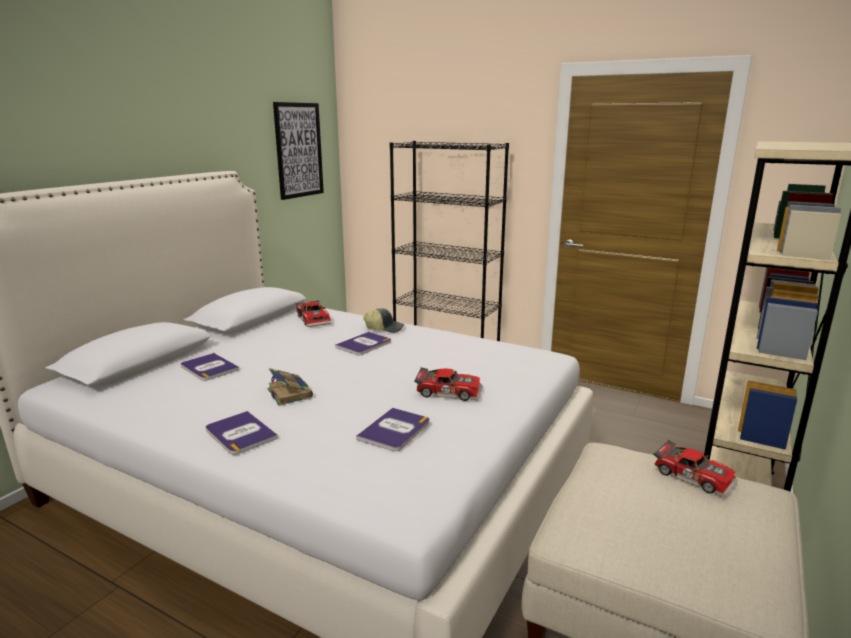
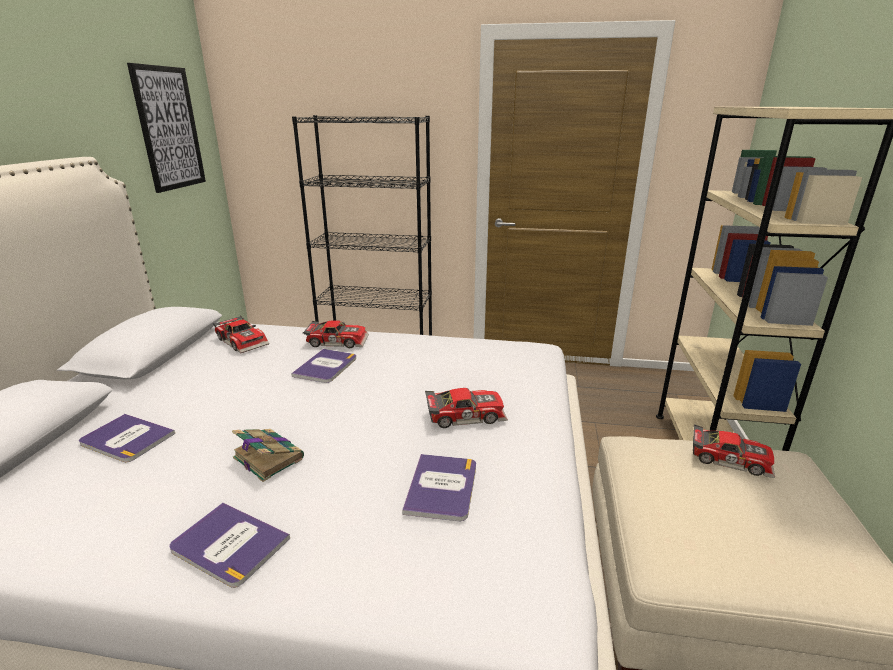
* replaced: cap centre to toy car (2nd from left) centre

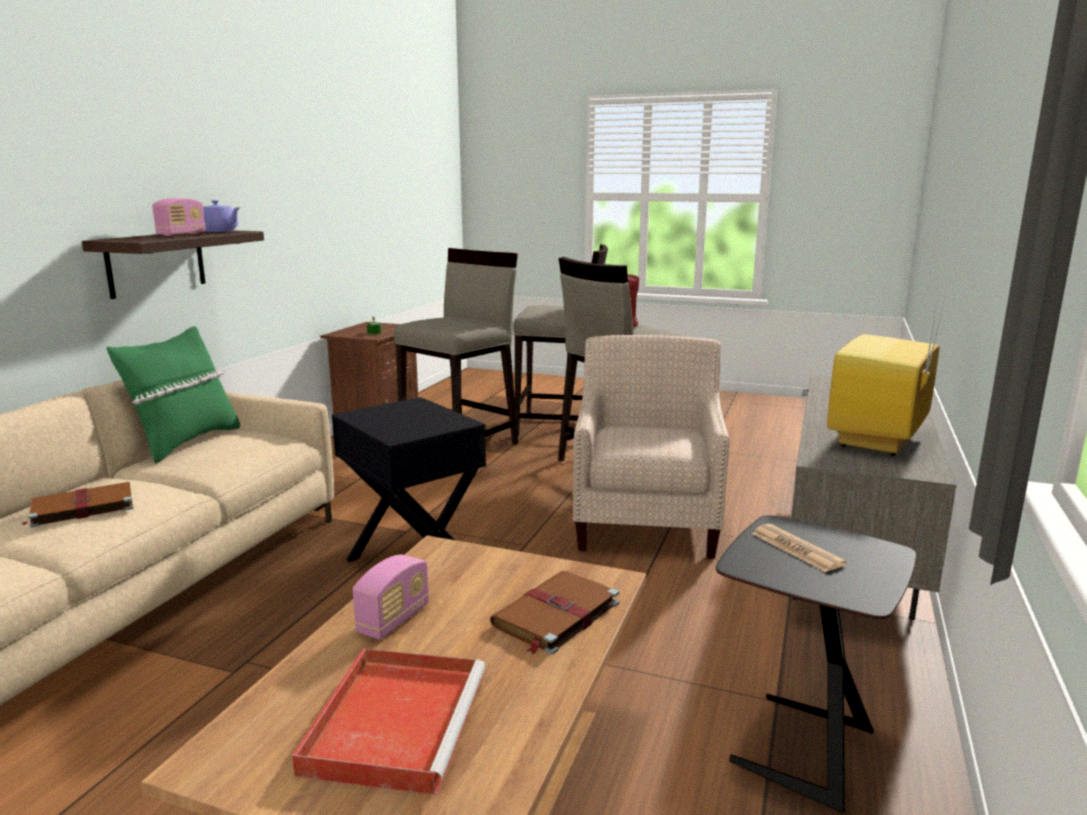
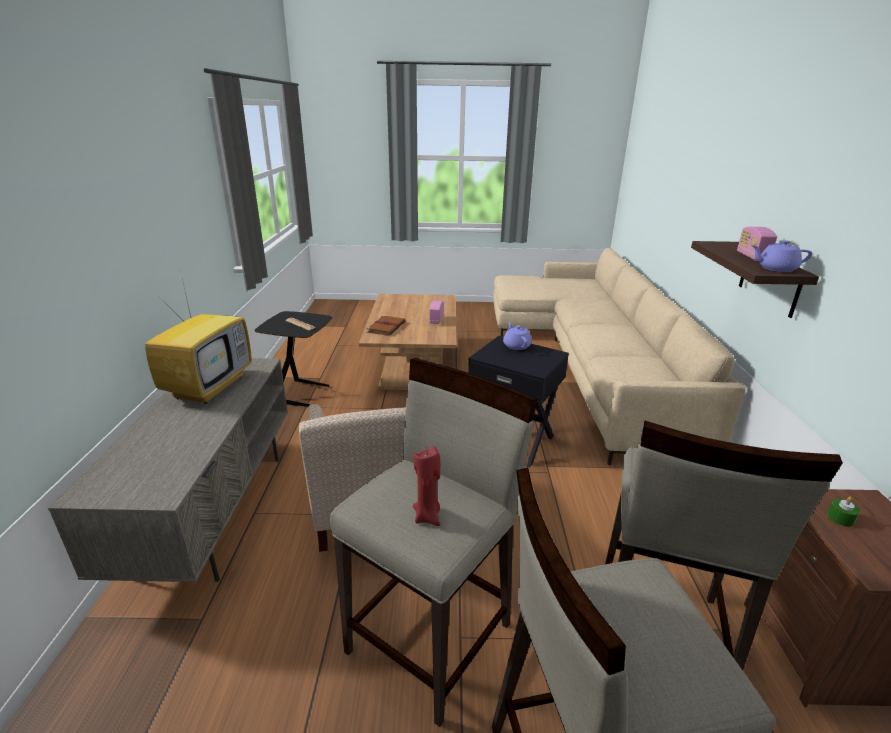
* added: teapot (purple) (1st from left) centre
* removed: book (brown) (1st from left) middle left
* removed: pillow (green) middle left
* removed: tray (red) bottom centre

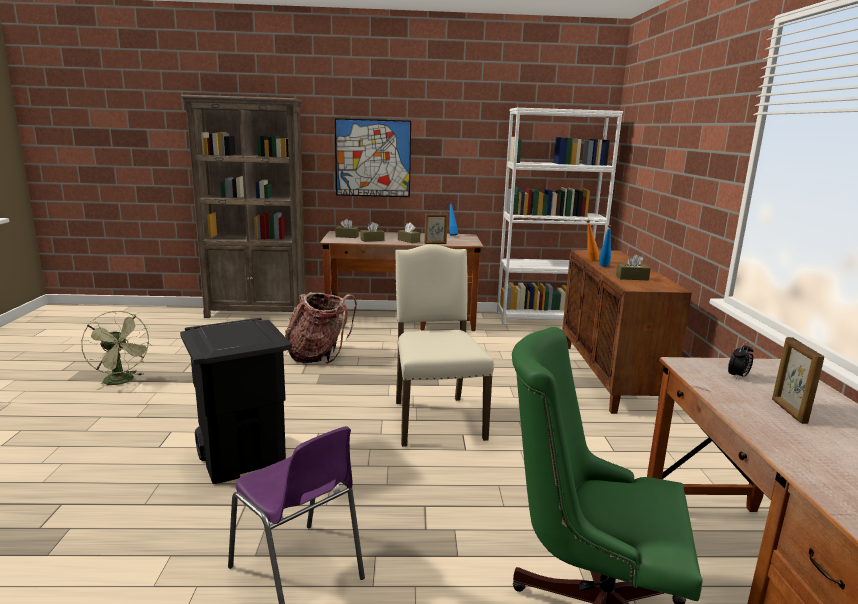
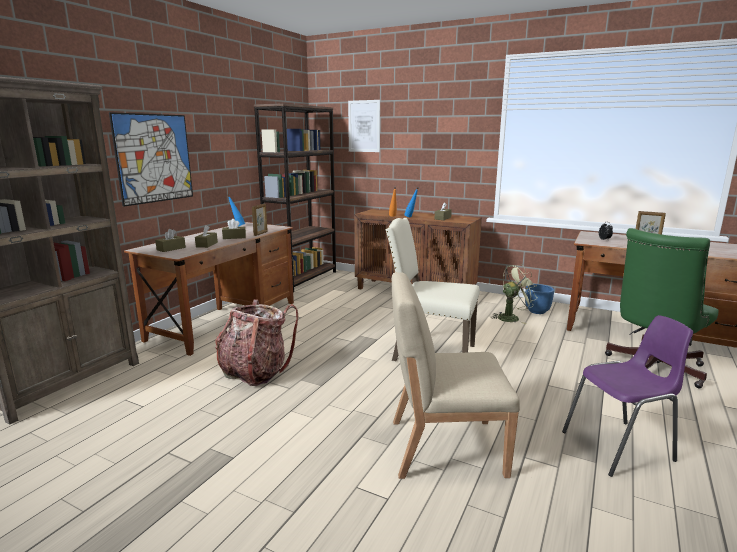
* recoloured: bookcase (white) centre to bookcase (brown) (2nd from left) centre
* added: picture (2nd from left) top centre
* replaced: trash can (black) middle left to chair (beige) (2nd from left) bottom centre
* moved: fan (green) middle left to middle right
* added: planter (blue) middle right

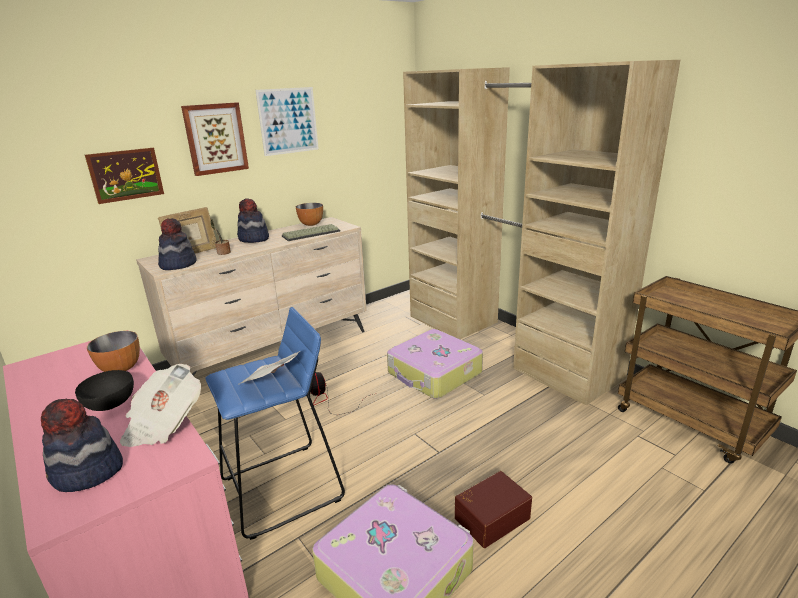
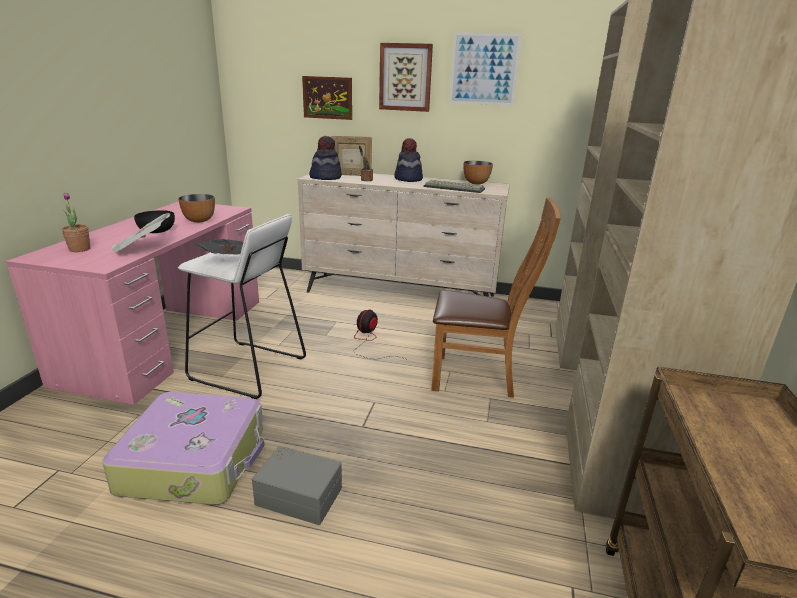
* replaced: hat (1st from left) bottom left to potted plant (1st from left) middle left
* recoloured: stool (blue) bottom centre to stool (white) middle left
* recoloured: storage box (brown) bottom centre to storage box (grey) bottom centre
* replaced: suitcase (2nd from left) centre to chair (brown) centre

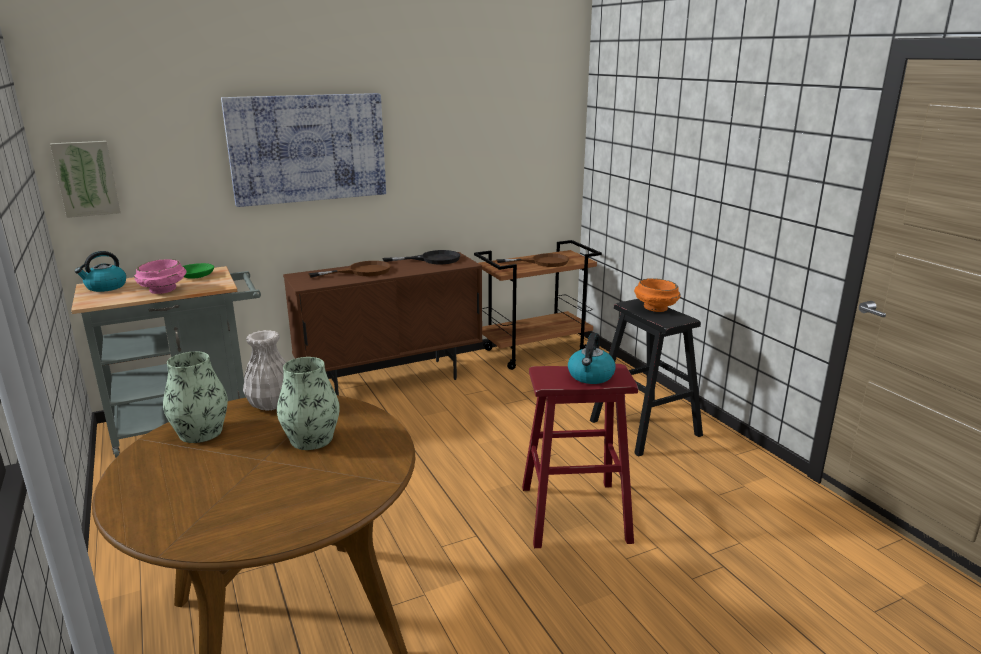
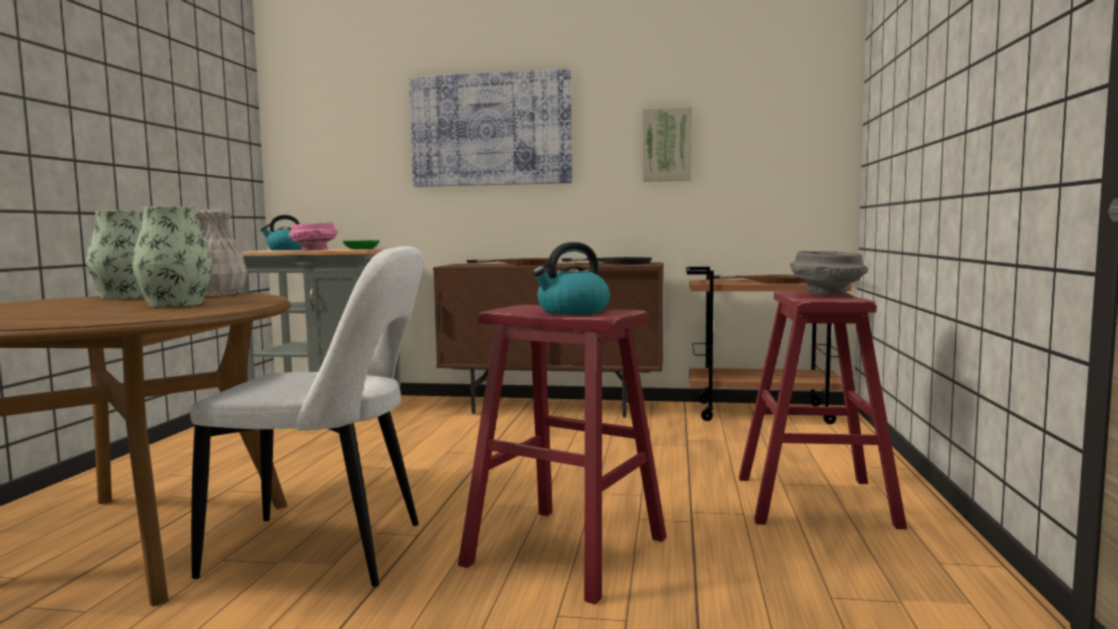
* added: chair (white) middle left
* moved: picture (1st from left in the first image) top left to picture (2nd from left) top centre
* recoloured: stool (black) centre to stool (red) (2nd from left) middle right
* recoloured: bowl (orange) middle right to bowl (grey) middle right

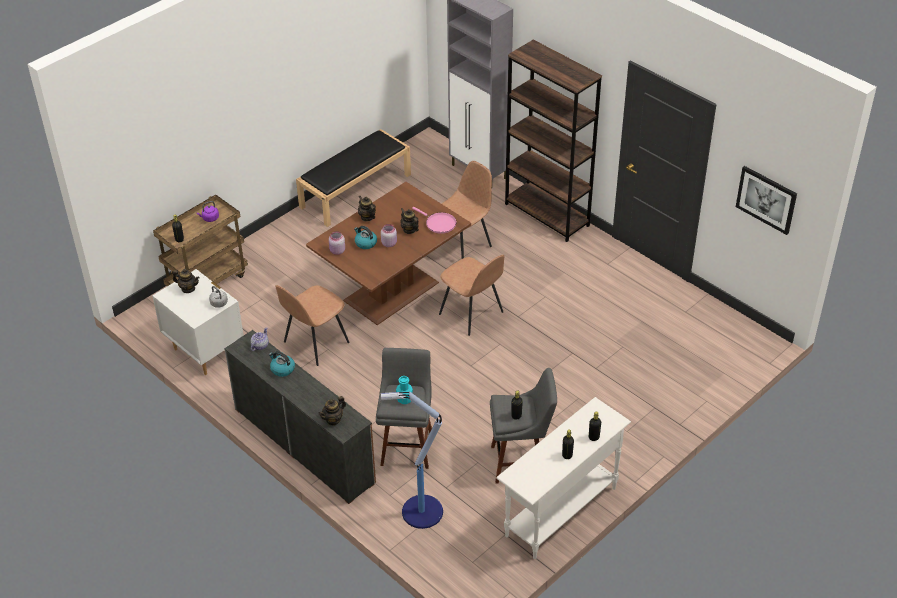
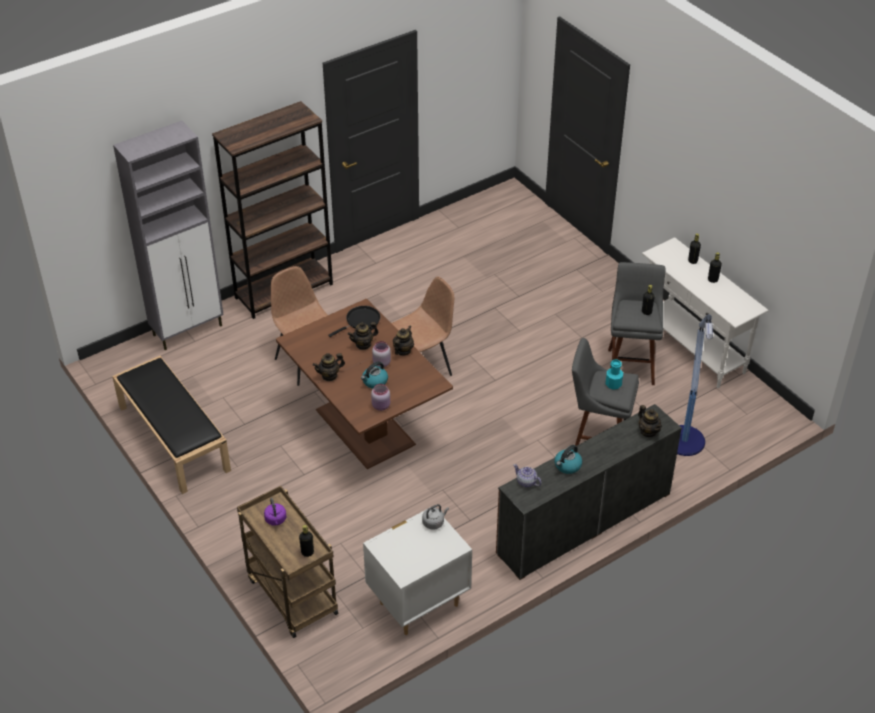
* recoloured: frying pan (pink) centre to frying pan (black) centre
* moved: teapot (1st from left in the first image) middle left to teapot (3rd from left) centre
* removed: chair (brown) (1st from left) centre
* removed: picture middle right

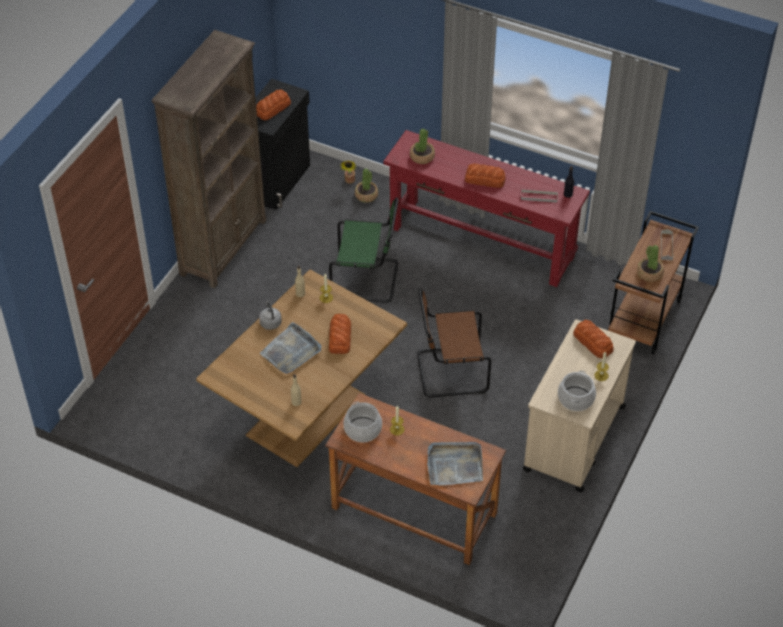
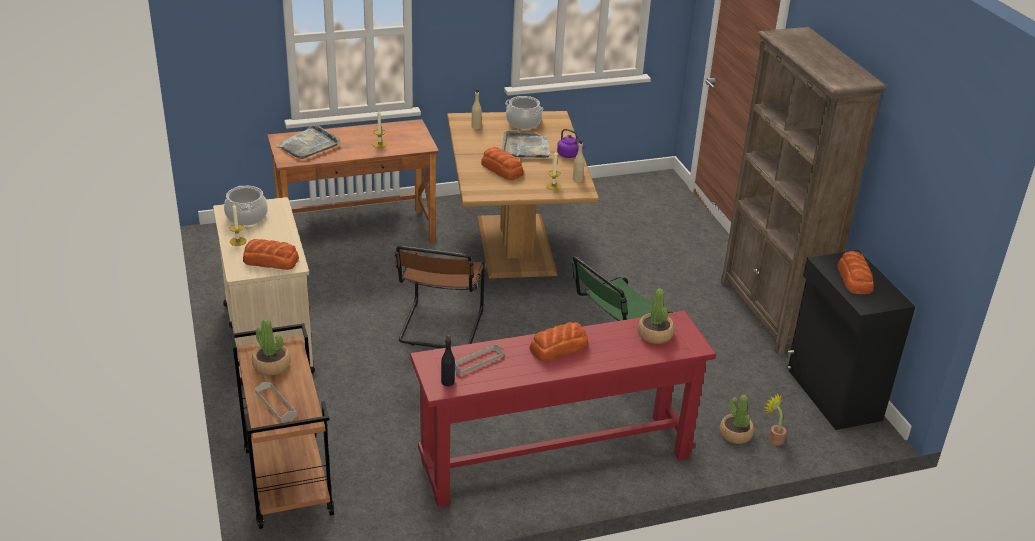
* turned: chair (brown) centre = centre 150 degrees clockwise
* moved: cooking pot (1st from left in the first image) bottom centre to cooking pot (2nd from left) top centre
* recoloured: kettle (grey) centre to kettle (purple) top centre

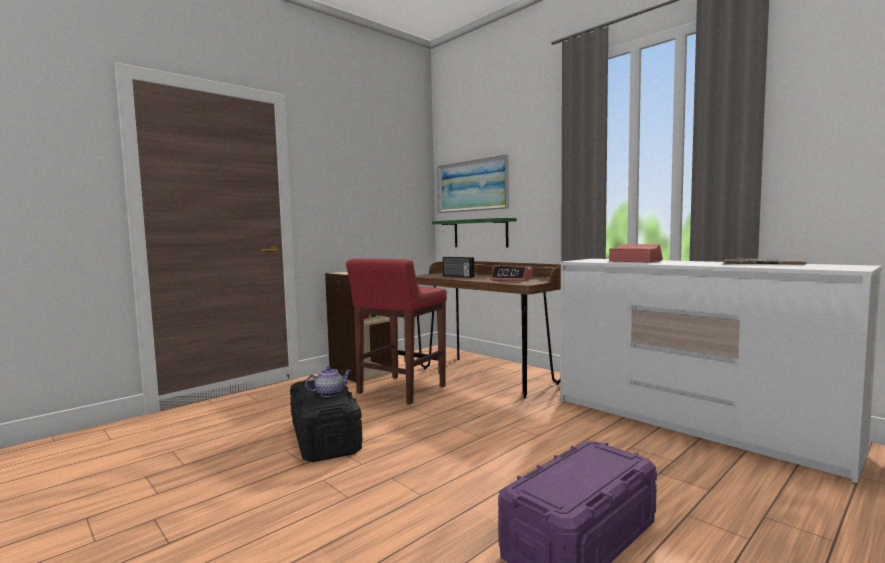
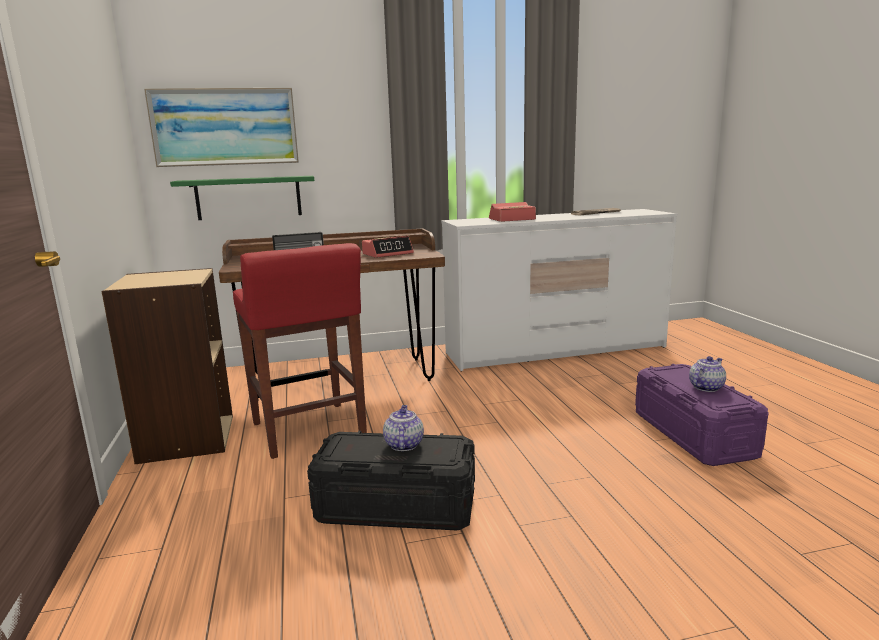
* added: teapot (2nd from left) middle right

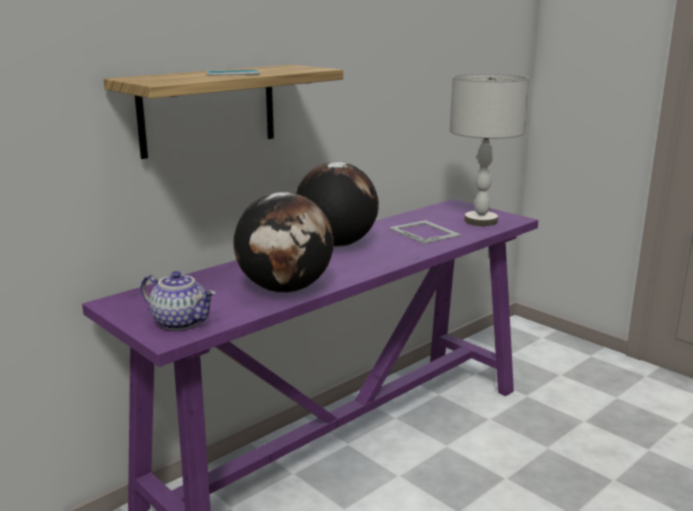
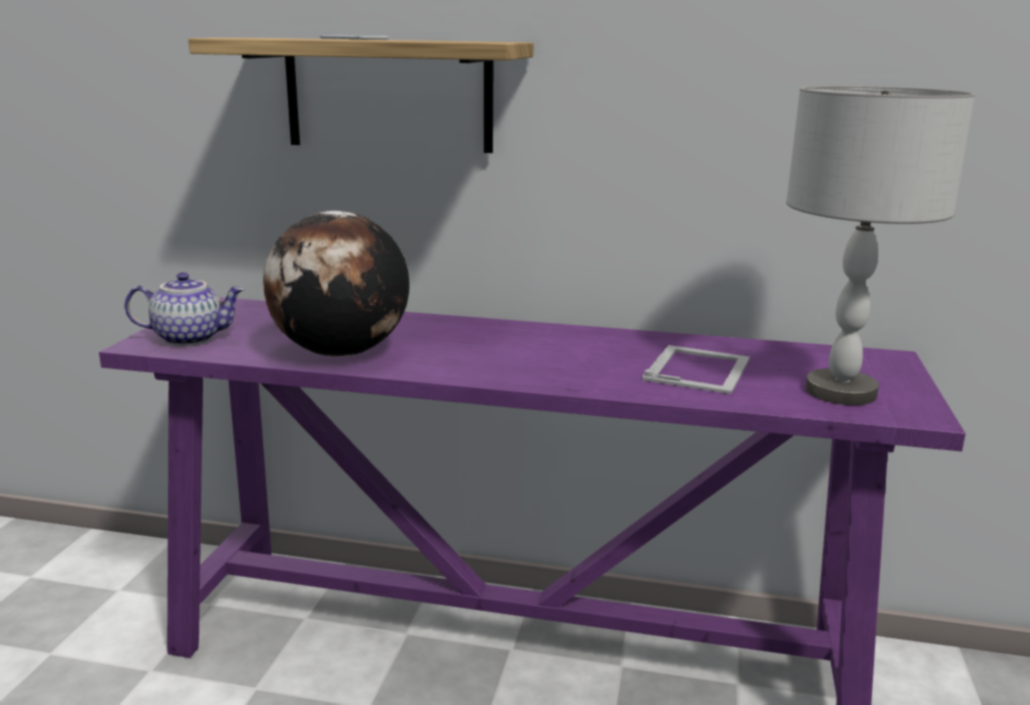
* turned: teapot middle left = middle left 90 degrees counterclockwise
* removed: globe (2nd from left) centre

